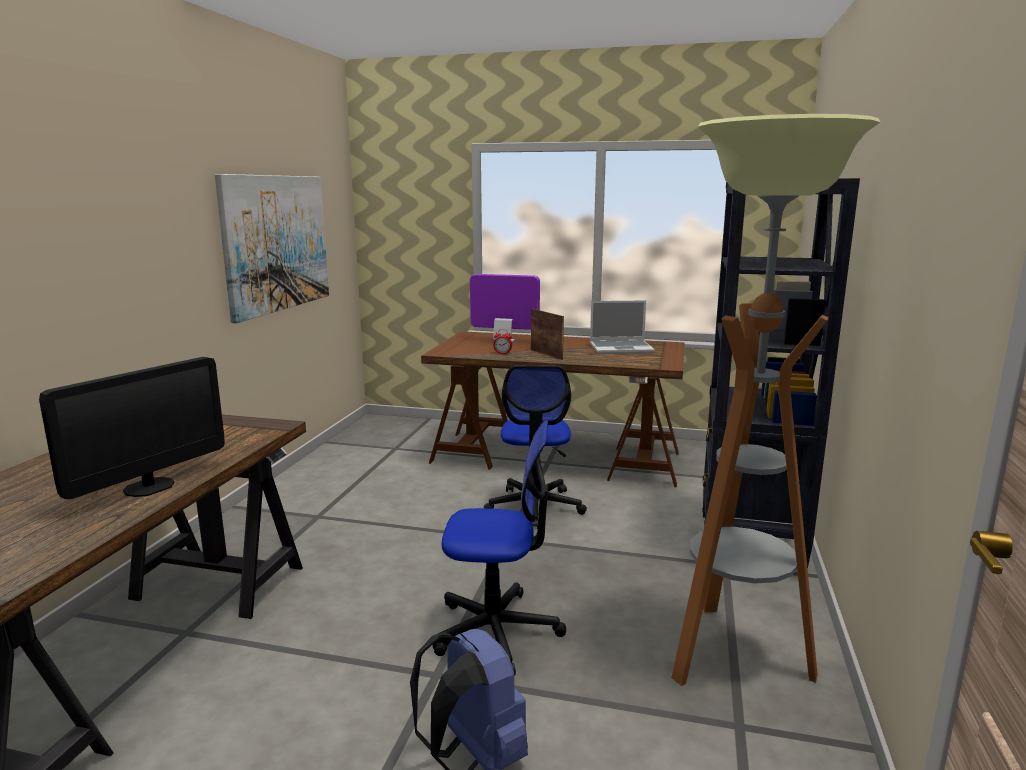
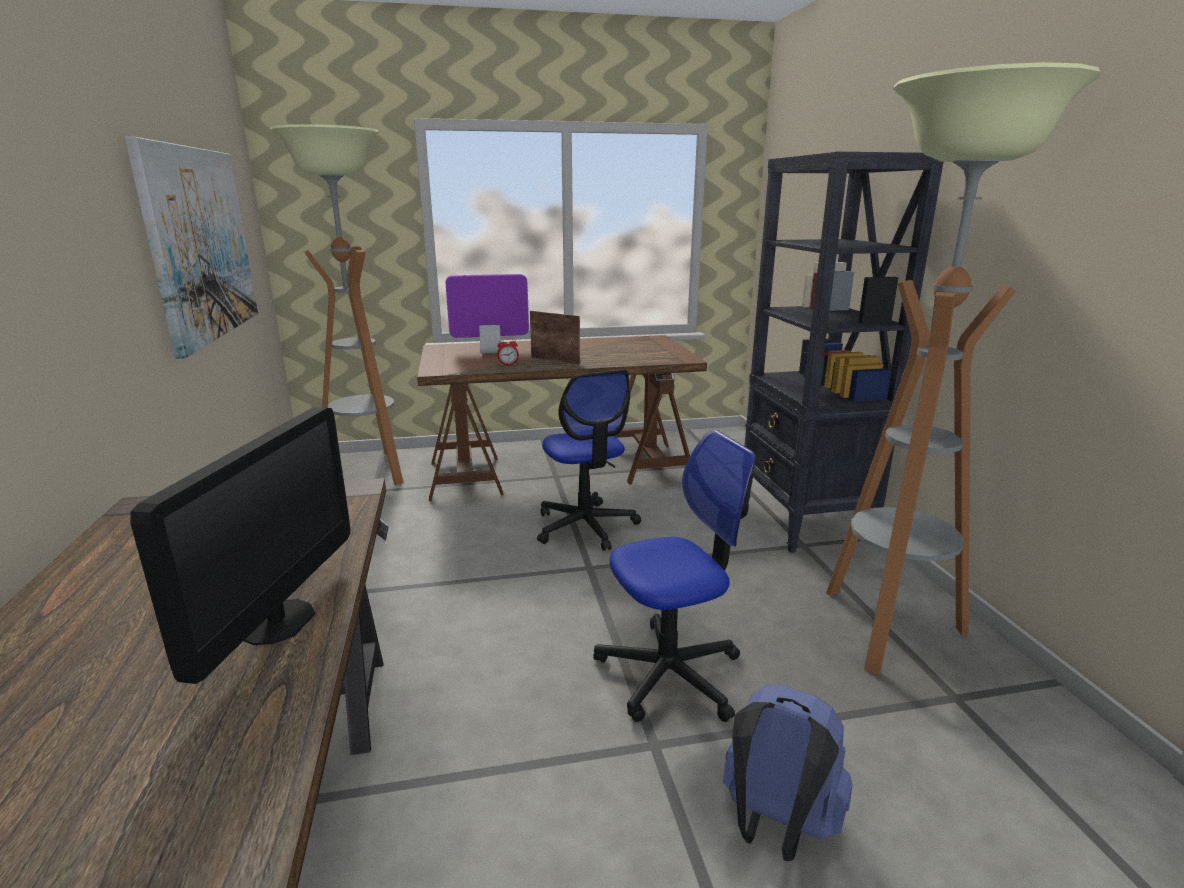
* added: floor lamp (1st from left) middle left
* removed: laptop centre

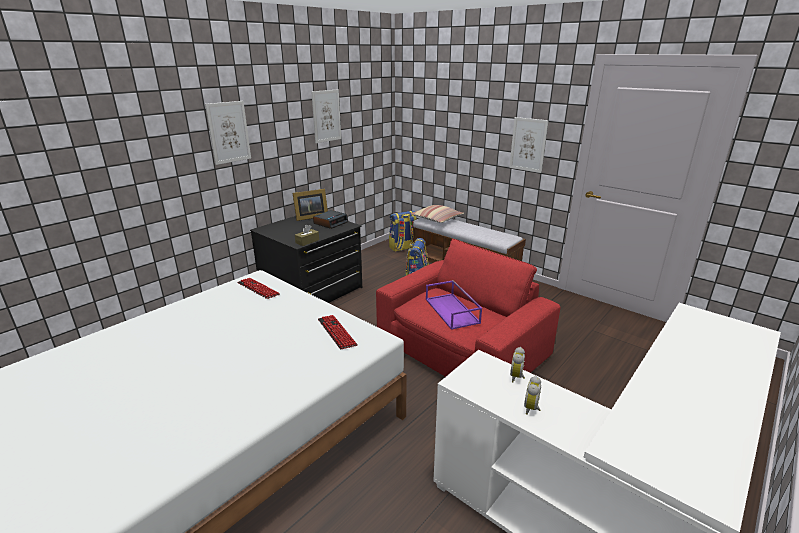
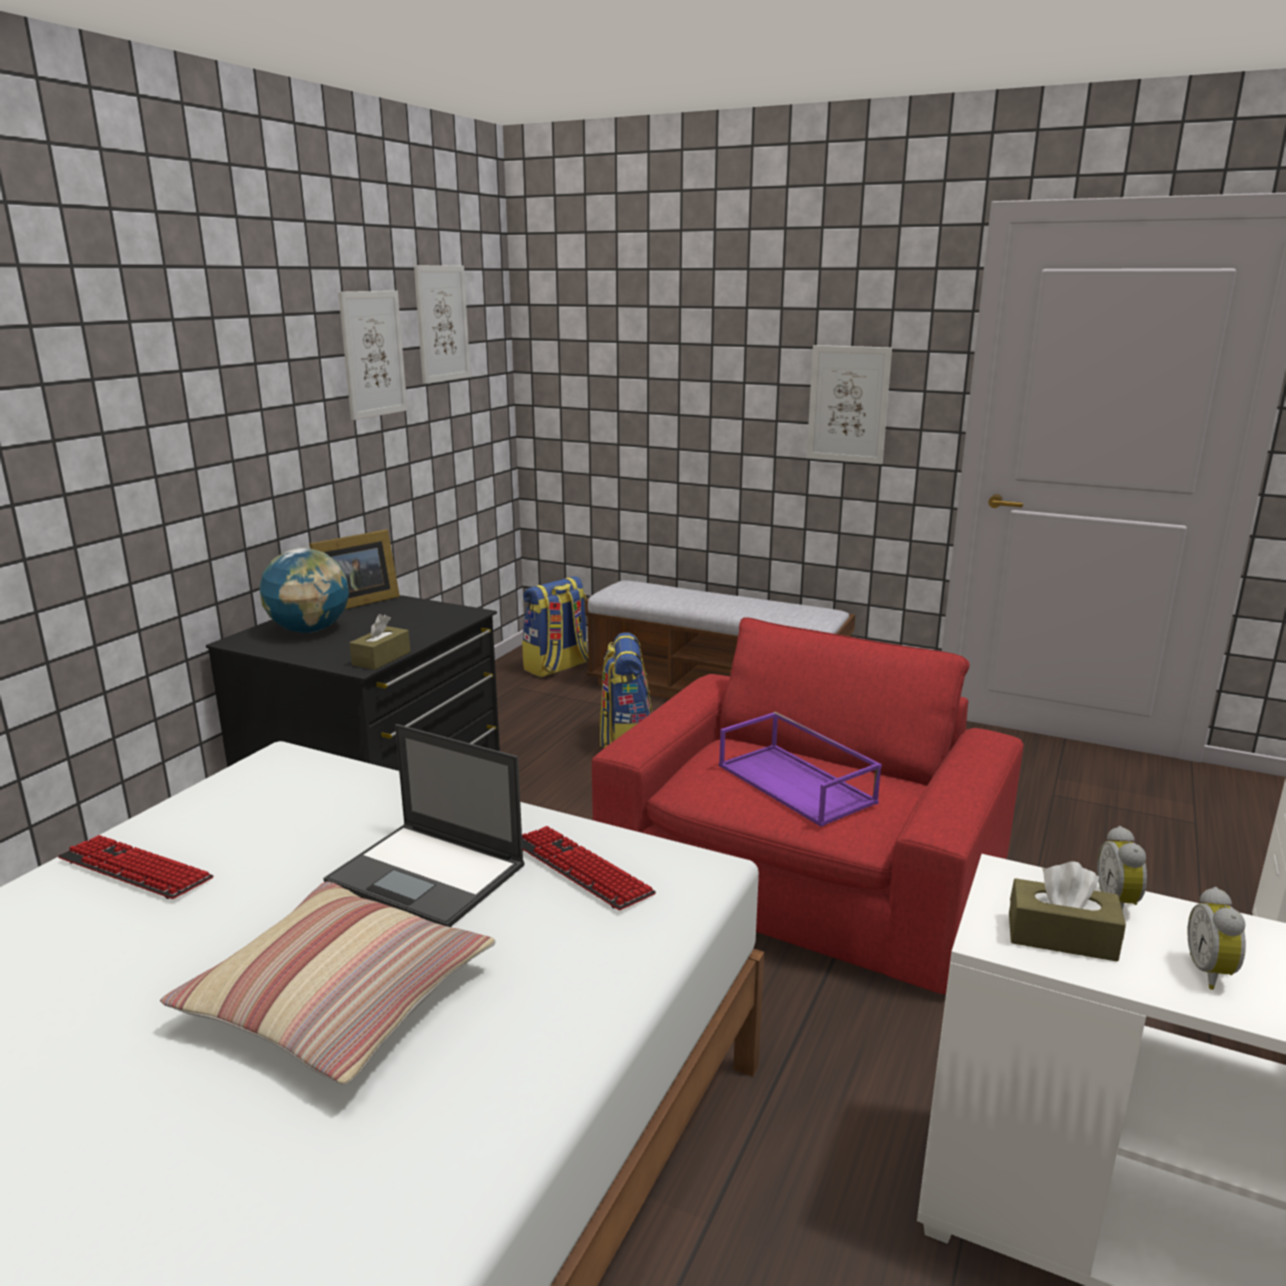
* moved: keyboard (1st from left) middle left to bottom left
* moved: pillow centre to bottom left
* added: globe middle left
* added: laptop middle left
* moved: picture (1st from left in the first image) top left to picture (2nd from left) top centre
* added: tissue box (brown) (2nd from left) bottom right
* removed: alarm clock (1st from left) centre

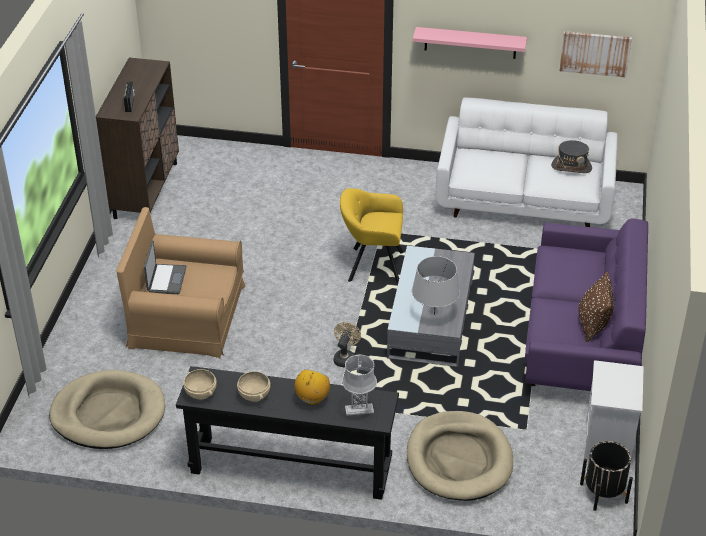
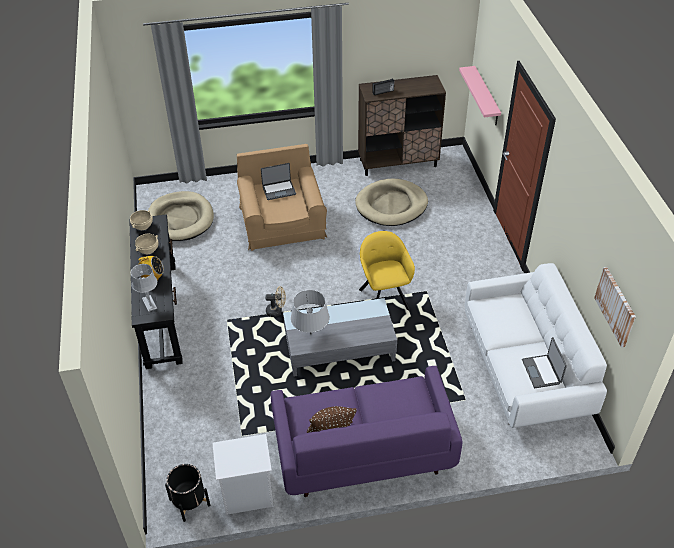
* moved: dog bed (beige) (2nd from left) bottom centre to centre
* moved: shelf (pink) top centre to top right
* replaced: hat (grey) top right to laptop (2nd from left) middle right

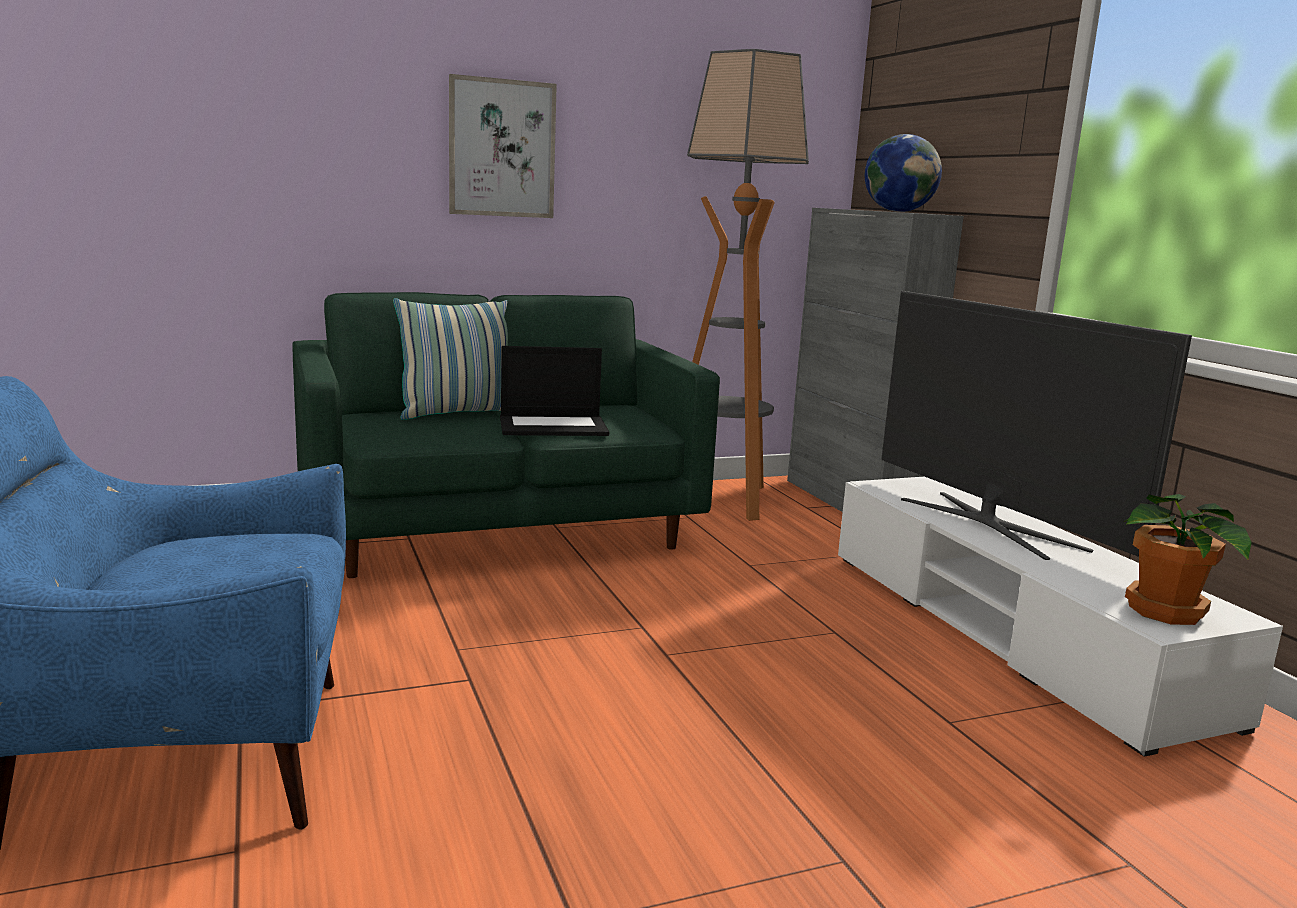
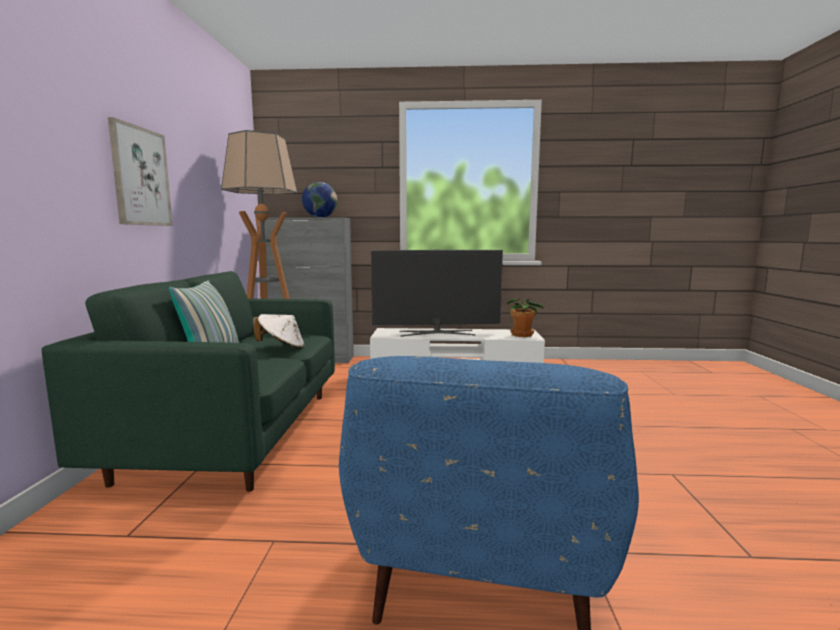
* replaced: laptop centre to hat (white) middle left

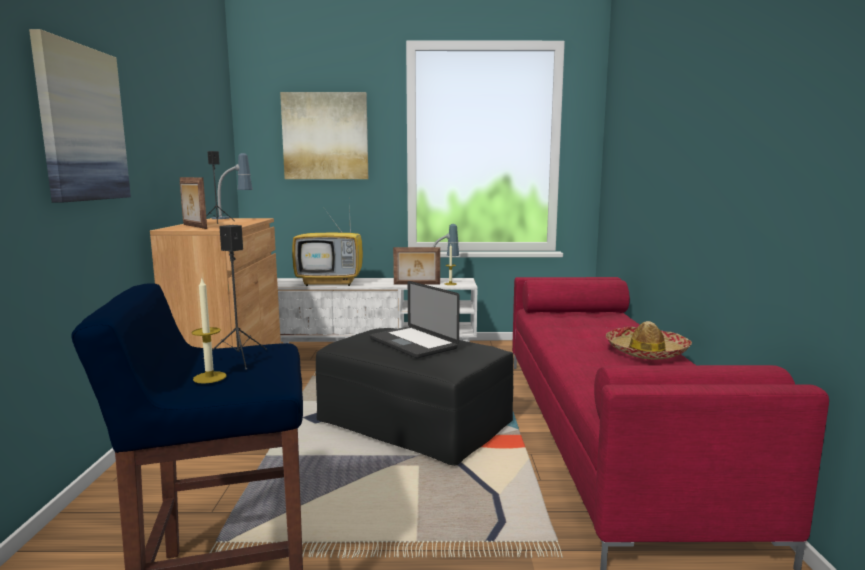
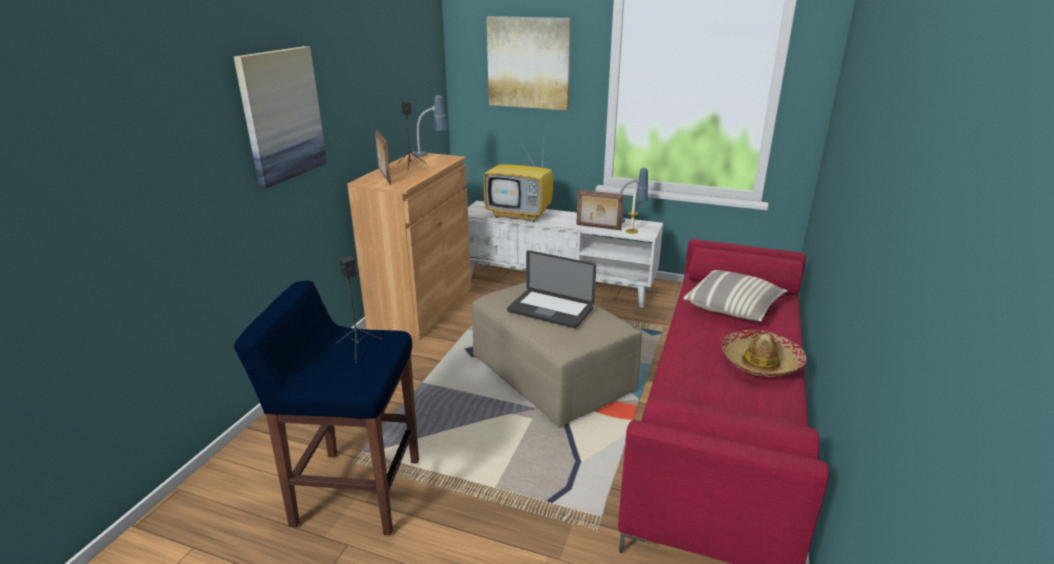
* recoloured: ottoman (black) bottom centre to ottoman (beige) centre
* turned: laptop centre = centre 45 degrees counterclockwise
* added: pillow middle right
* removed: candle (1st from left) middle left

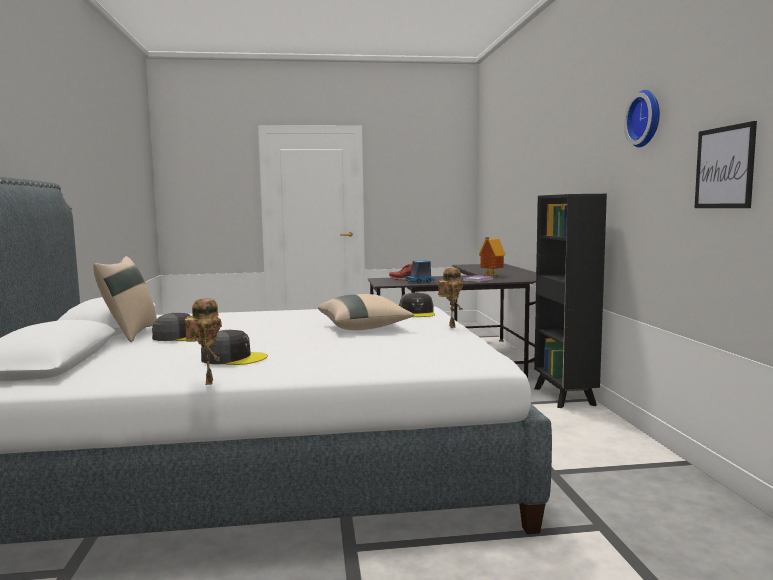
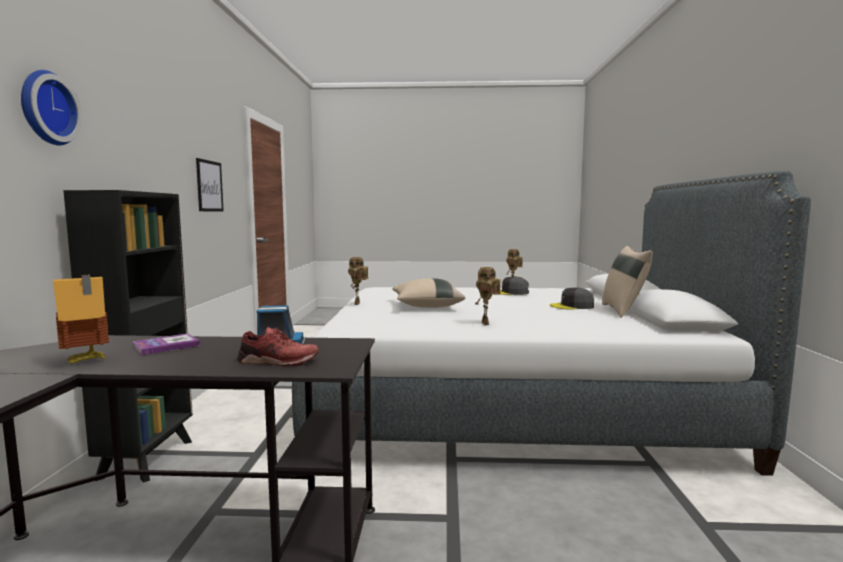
* moved: wall clock top right to top left
* added: toy robot (2nd from left) centre
* removed: cap (grey) (3rd from left) centre

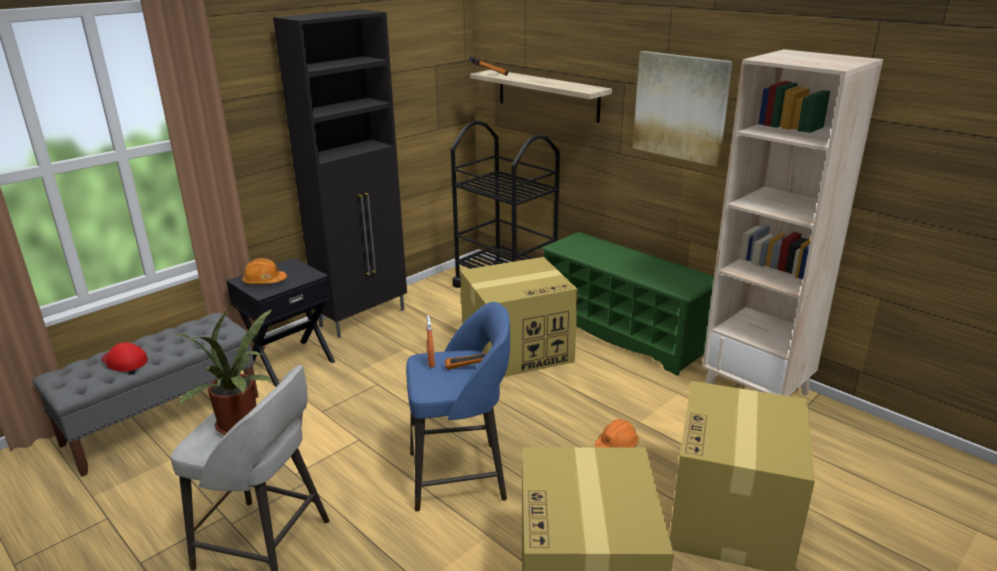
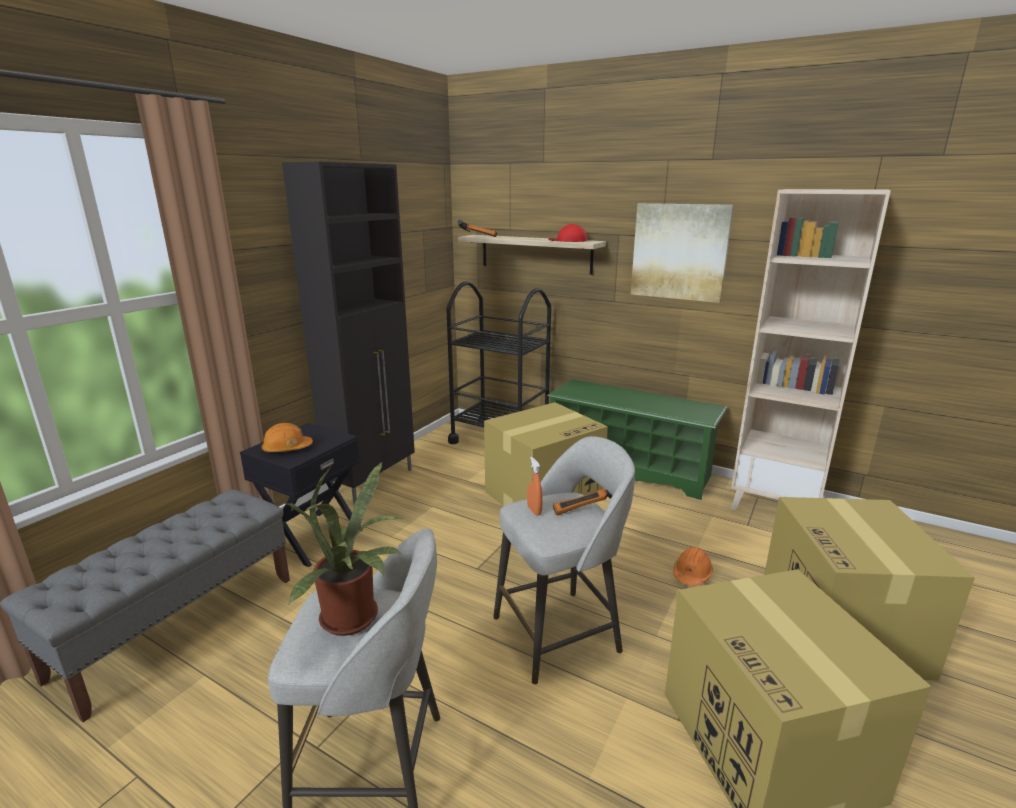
* recoloured: stool (blue) bottom centre to stool (grey) (2nd from left) bottom centre
* moved: cap (red) middle left to top centre

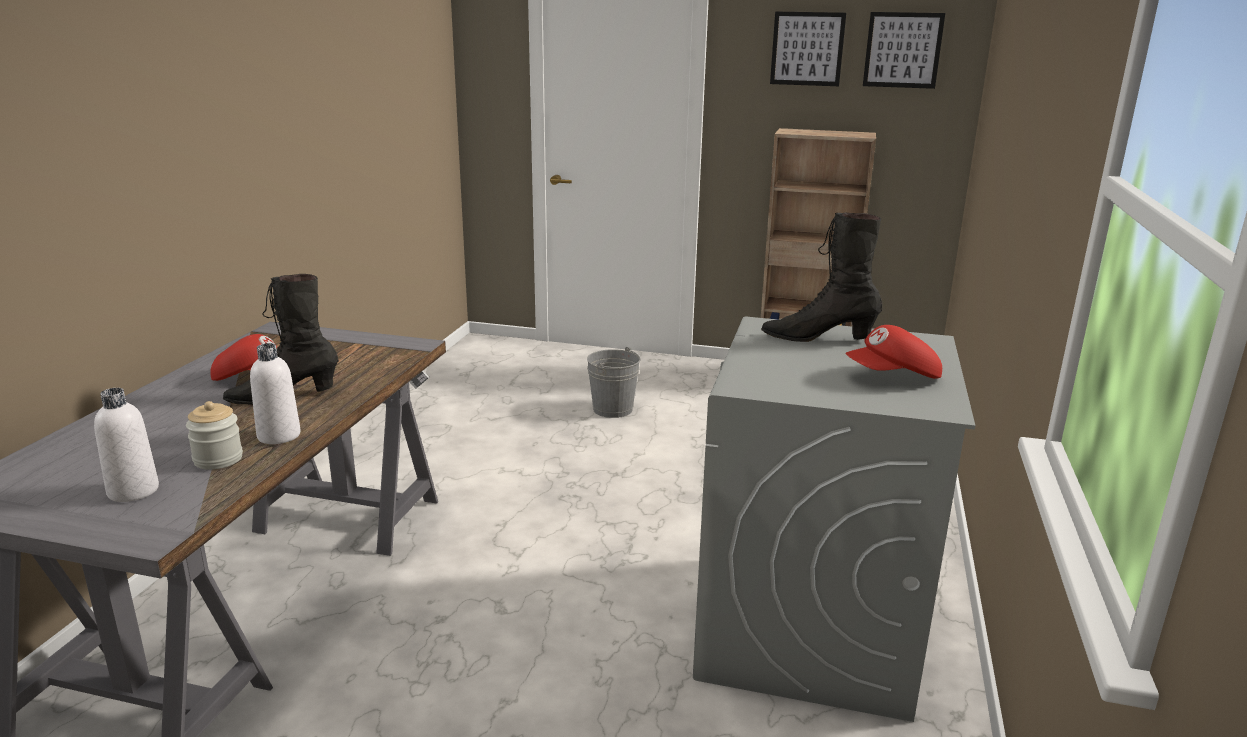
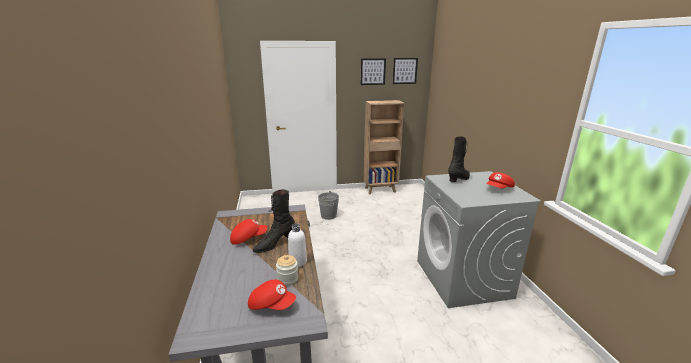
* replaced: bottle (white) (1st from left) middle left to cap (red) (2nd from left) bottom centre
* turned: boot (black) (2nd from left) centre = centre 150 degrees clockwise

